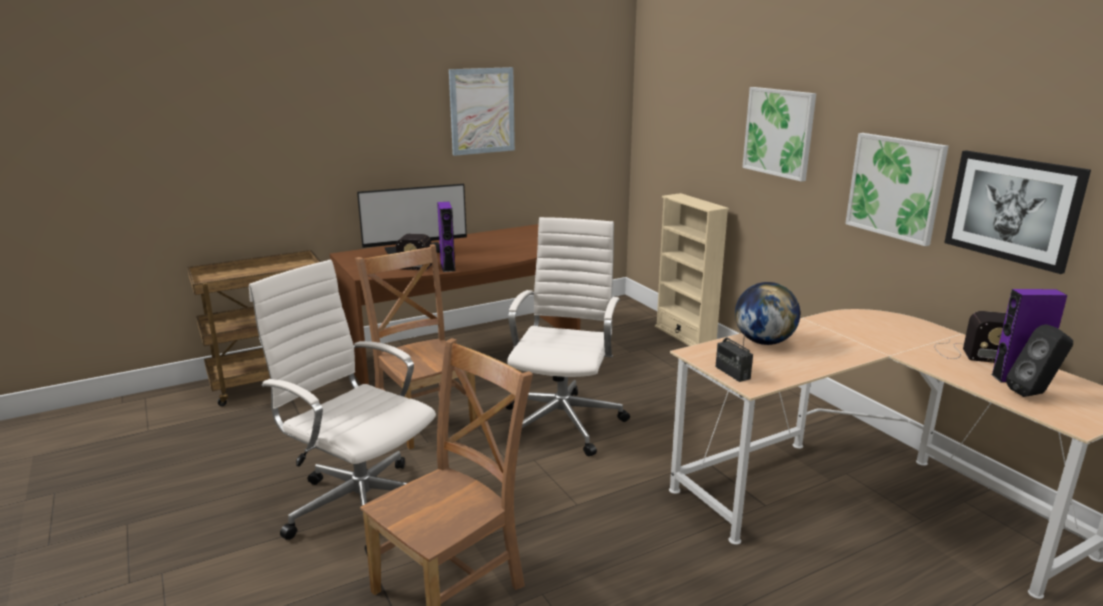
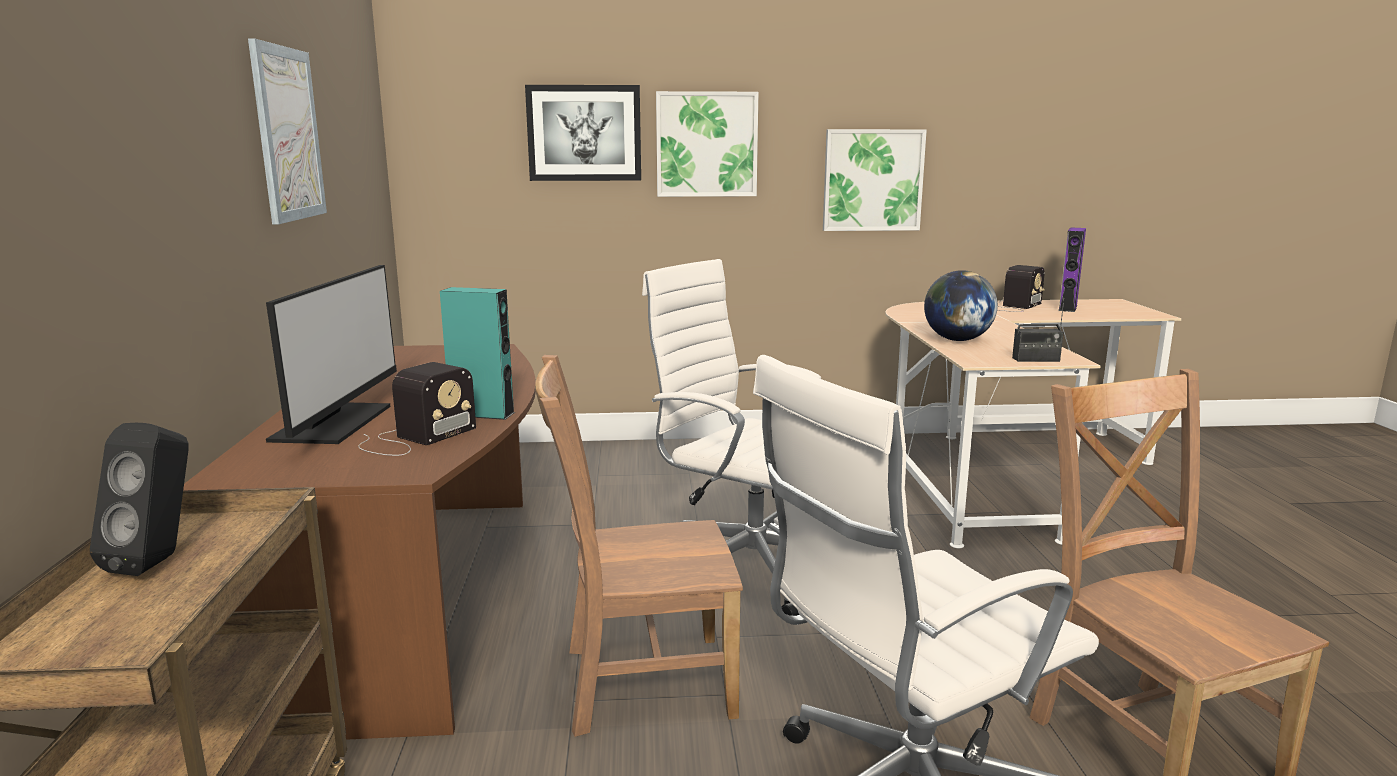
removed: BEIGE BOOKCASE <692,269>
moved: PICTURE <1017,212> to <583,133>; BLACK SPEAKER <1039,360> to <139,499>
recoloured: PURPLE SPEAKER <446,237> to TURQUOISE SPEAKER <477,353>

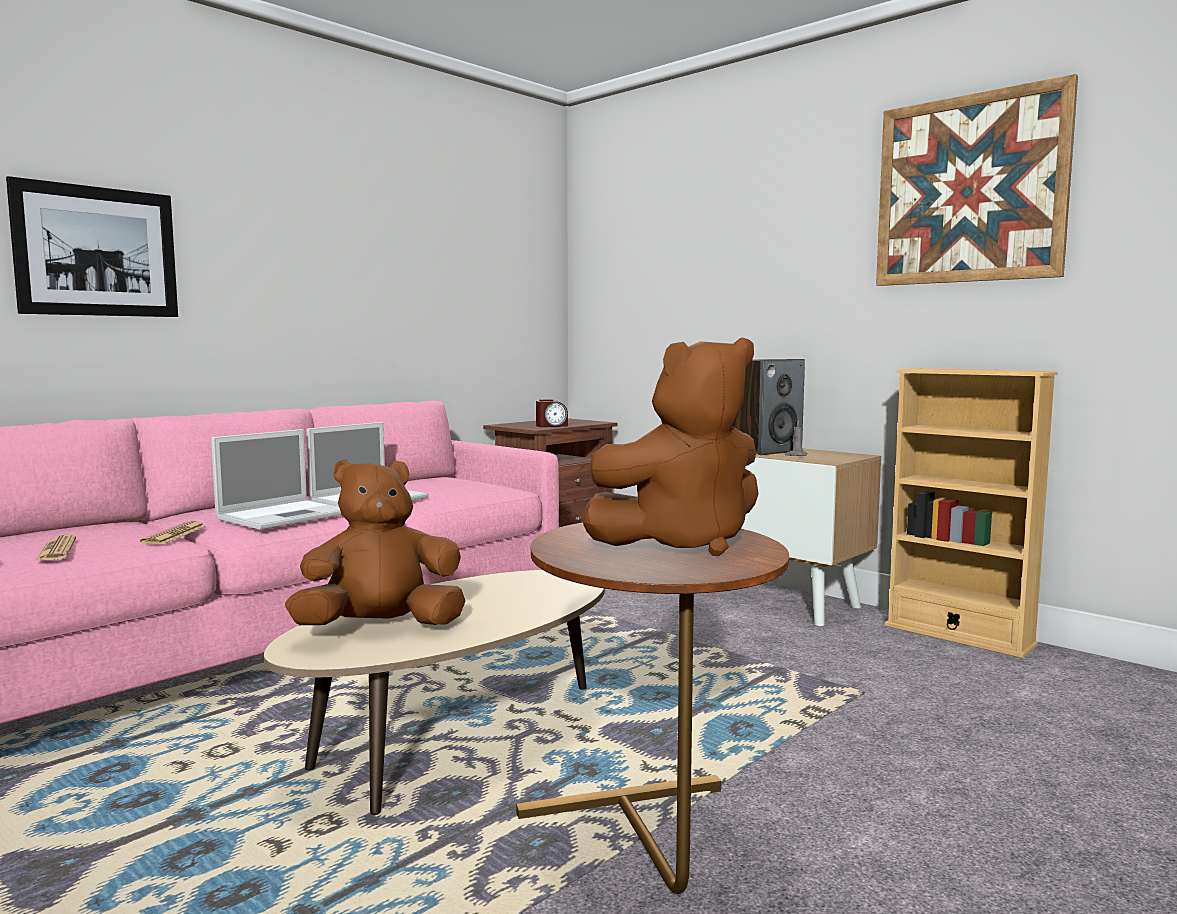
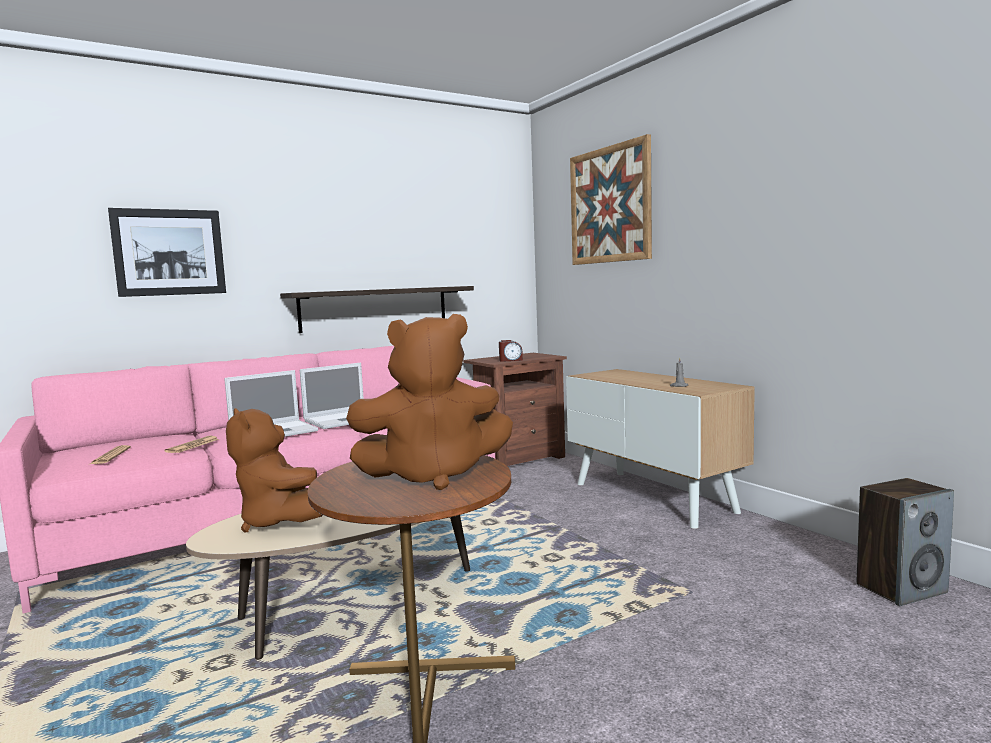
removed: BEIGE BOOKCASE <971,513>
added: SHELF <377,309>
moved: SPEAKER <768,407> to <905,542>; PICTURE <977,180> to <611,199>
turned: BROWN PLUSH TOY <375,542> = <274,470> 120 degrees counterclockwise

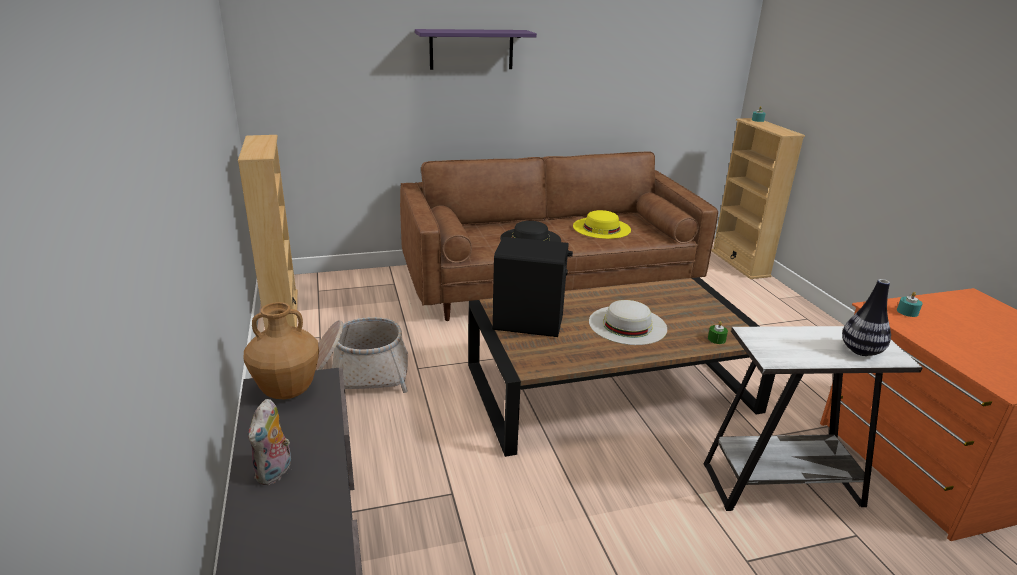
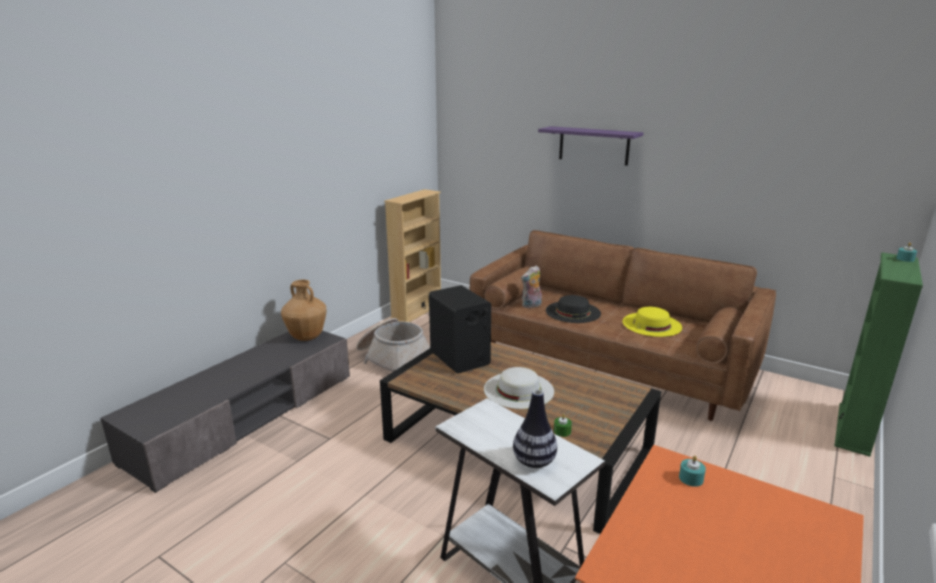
moved: PLUSH TOY <269,442> to <531,286>
recoloured: BEIGE BOOKCASE <758,198> to GREEN BOOKCASE <878,355>

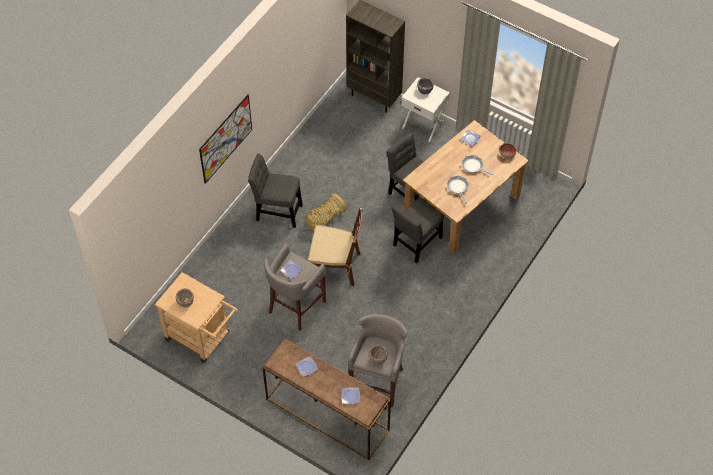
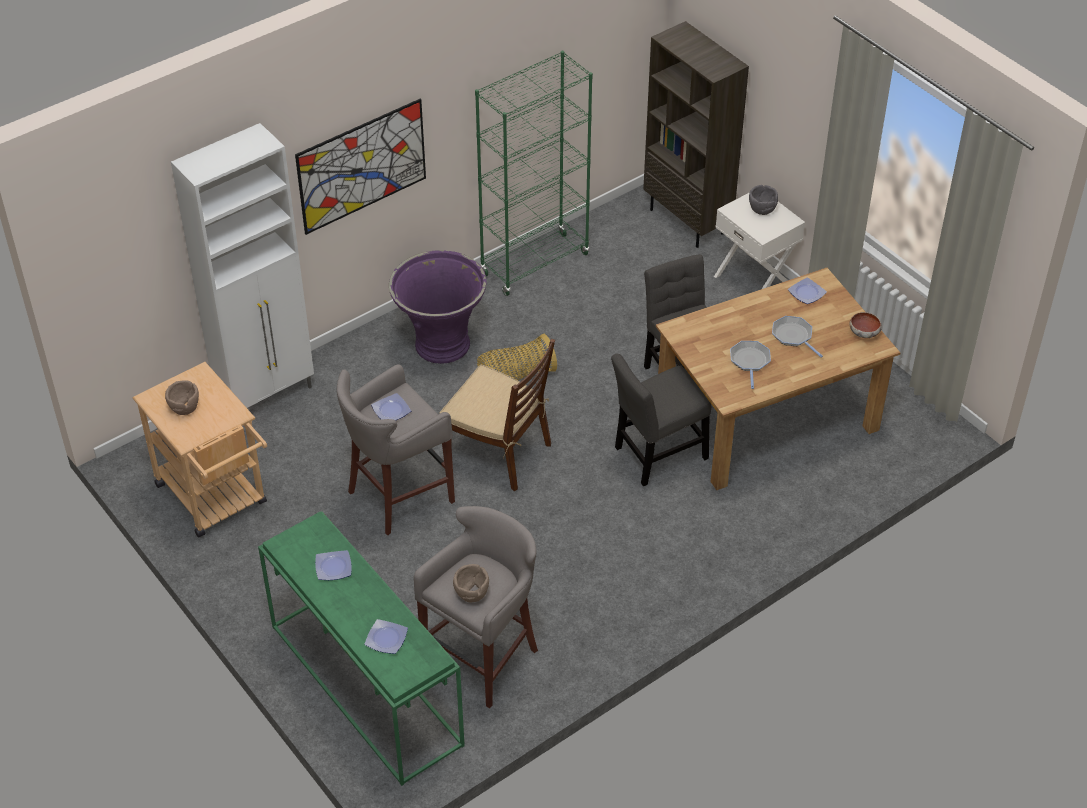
added: WHITE CABINET <242,265>; GREEN BOOKCASE <534,173>
replaced: GREY CHAIR <275,191> to PURPLE PLANTER <437,307>
recoloured: BROWN CONSOLE TABLE <326,399> to GREEN CONSOLE TABLE <361,648>

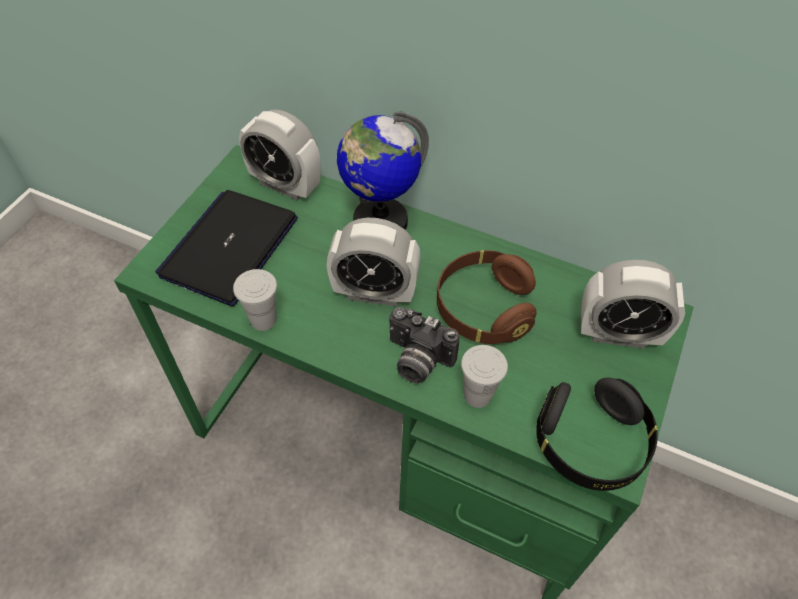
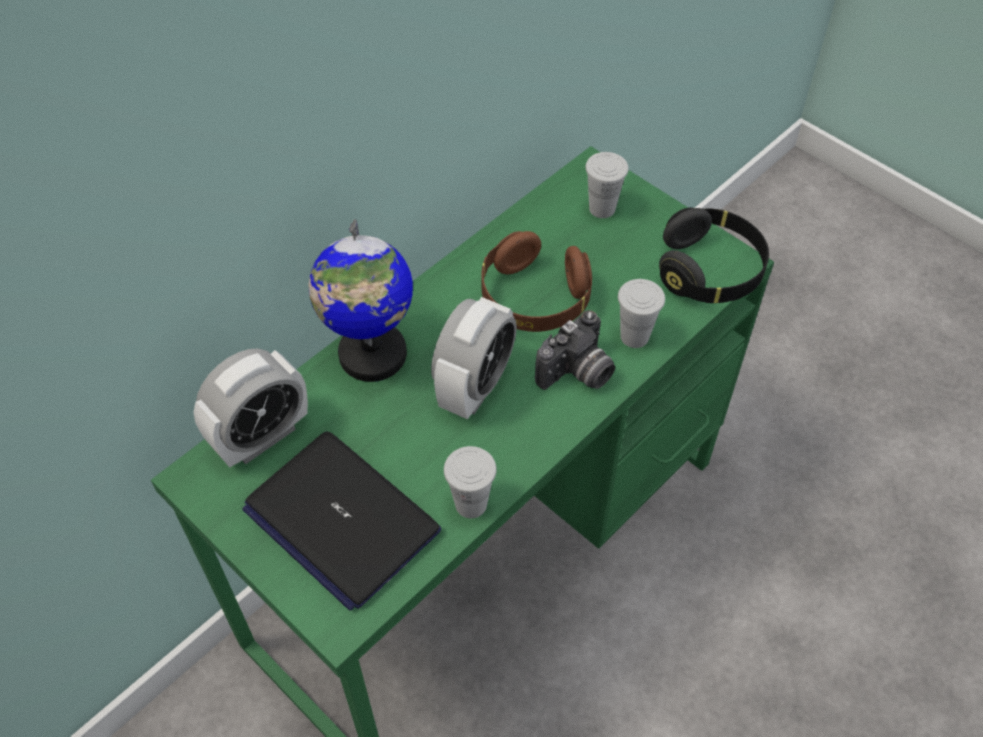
replaced: ALARM CLOCK <633,304> to WHITE CUP <607,185>

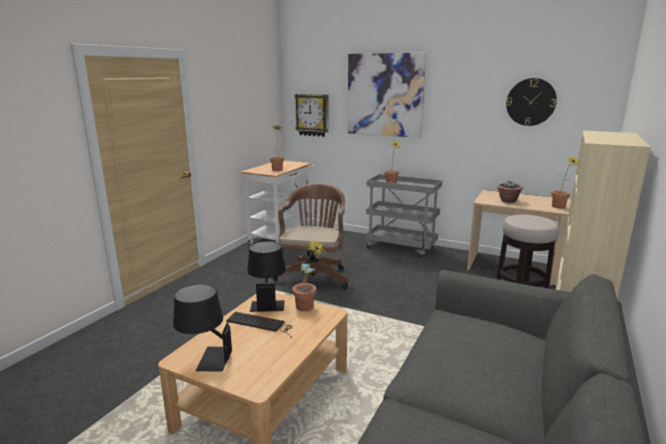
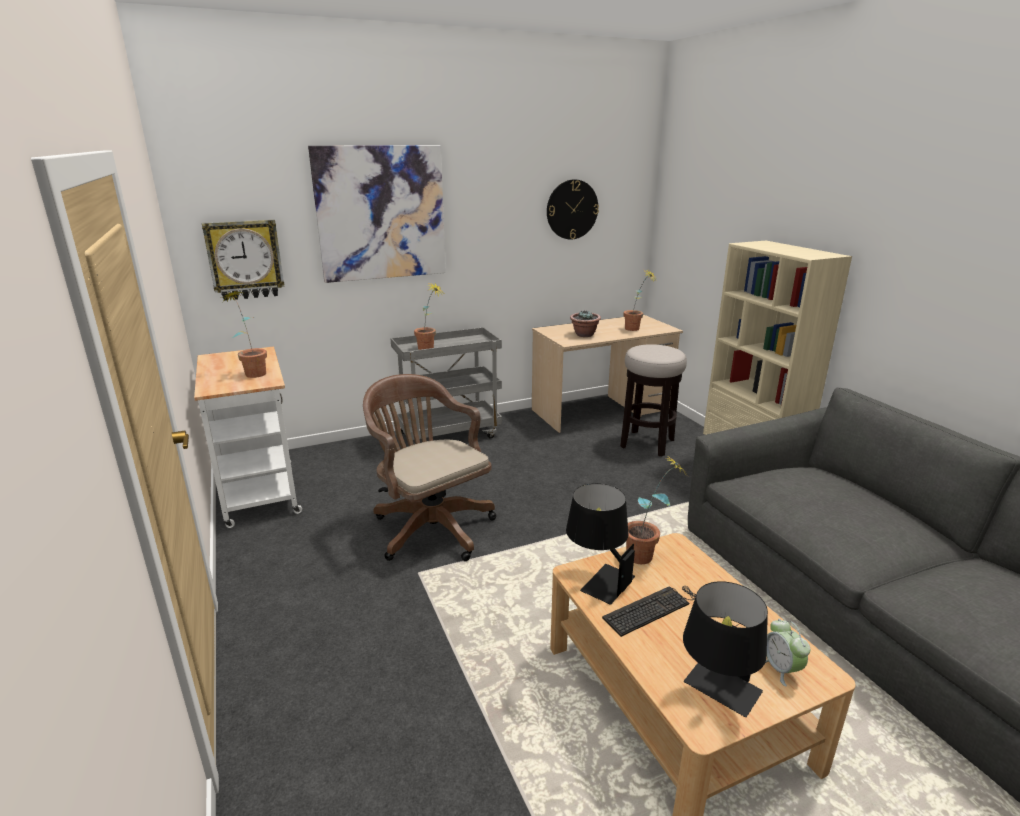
added: ALARM CLOCK <787,653>

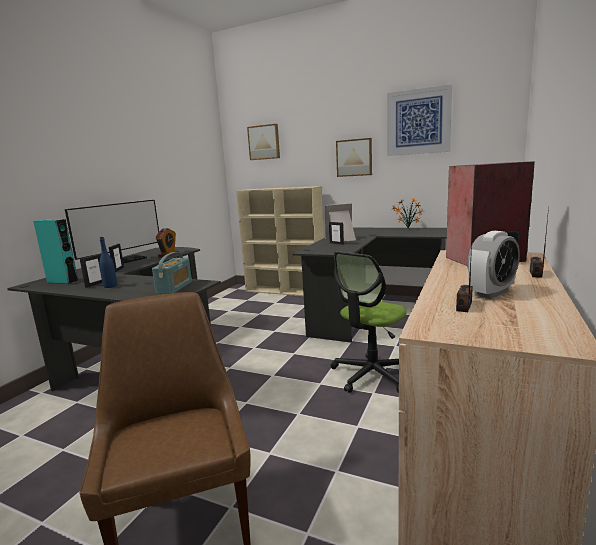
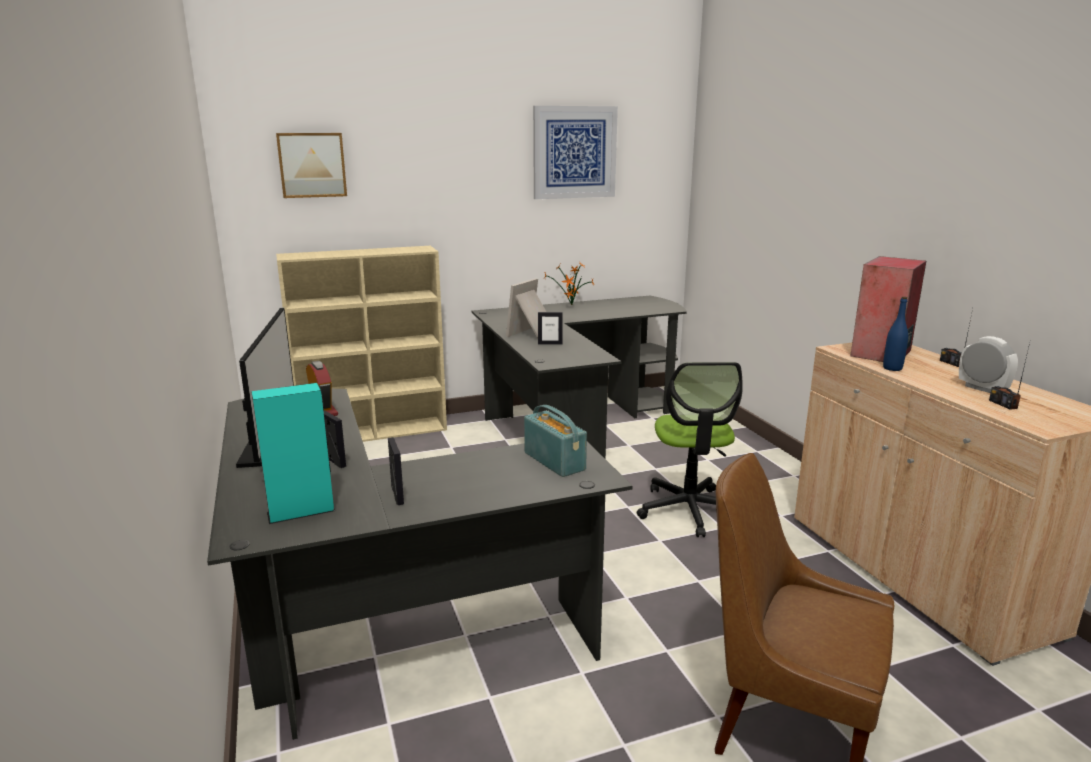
removed: PICTURE <354,157>
moved: BLUE BOTTLE <108,262> to <895,334>
turned: ALARM CLOCK <493,265> = <988,364> 45 degrees counterclockwise

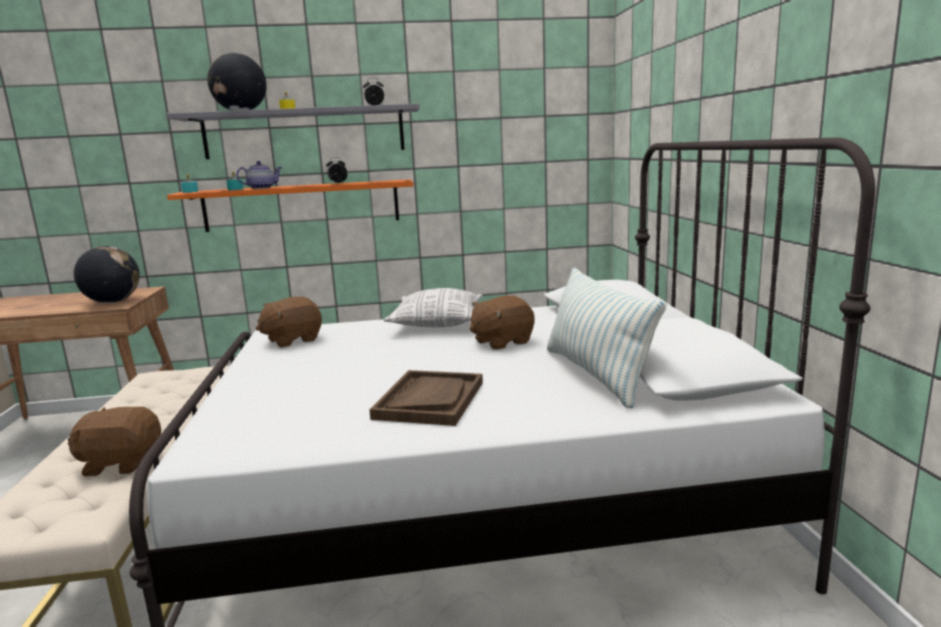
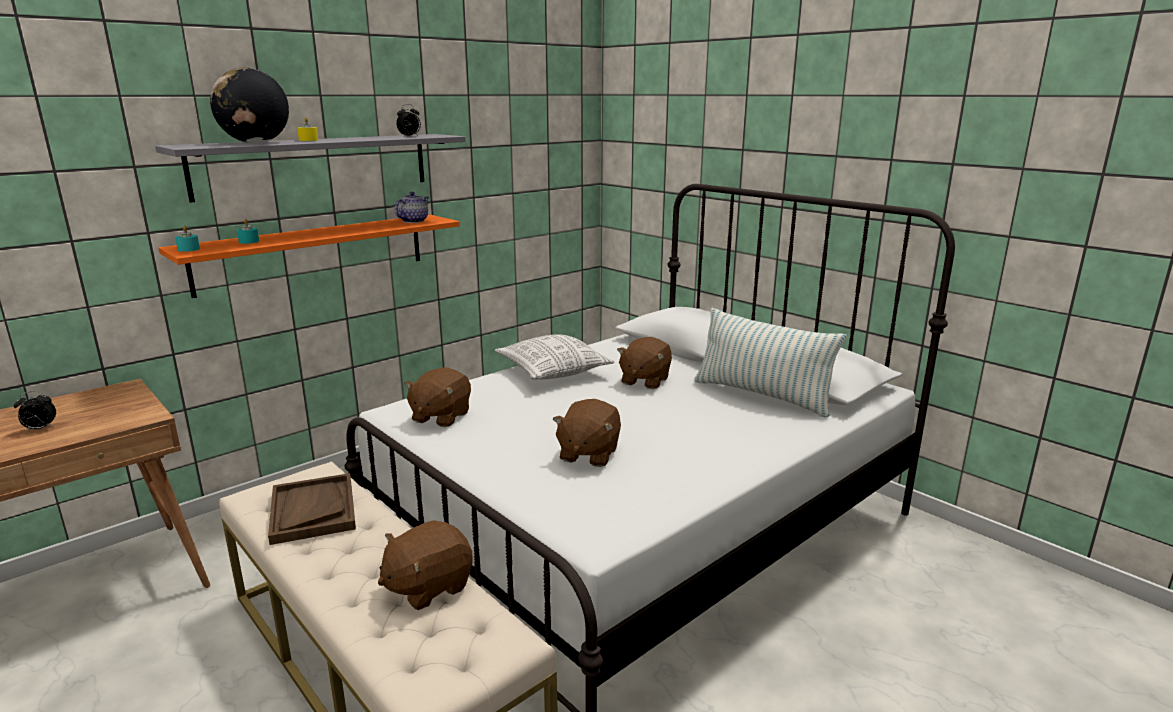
removed: GLOBE <107,274>
added: BROWN PLUSH TOY <587,433>
moved: TEAPOT <259,175> to <412,207>; ALARM CLOCK <337,170> to <35,411>; BROWN TRAY <426,398> to <312,509>

